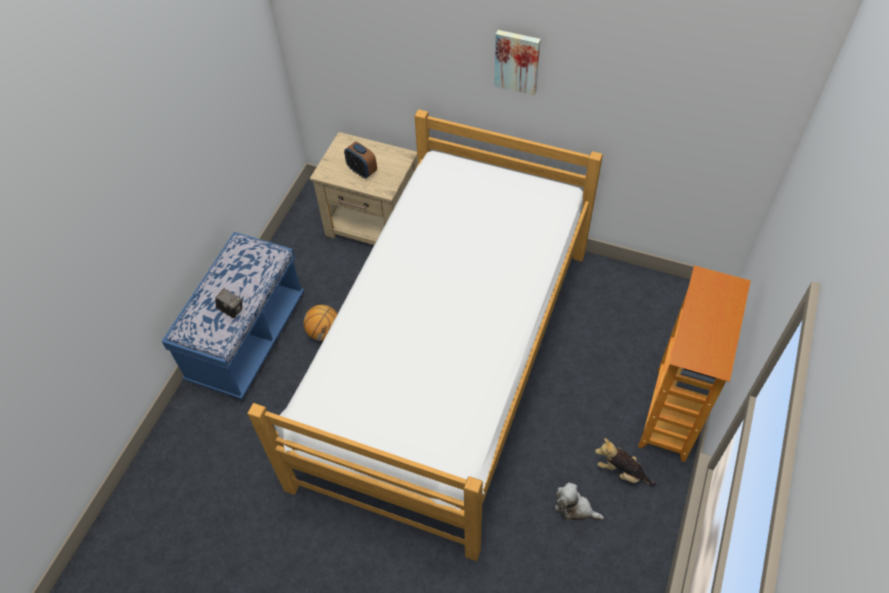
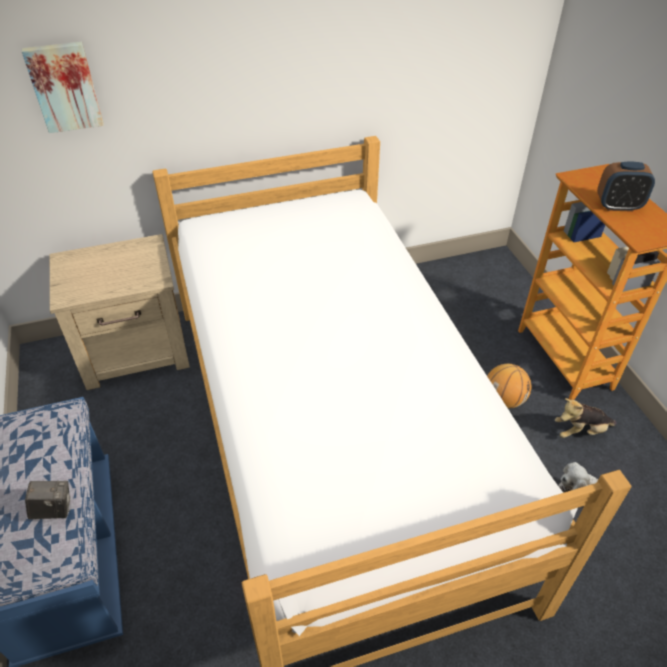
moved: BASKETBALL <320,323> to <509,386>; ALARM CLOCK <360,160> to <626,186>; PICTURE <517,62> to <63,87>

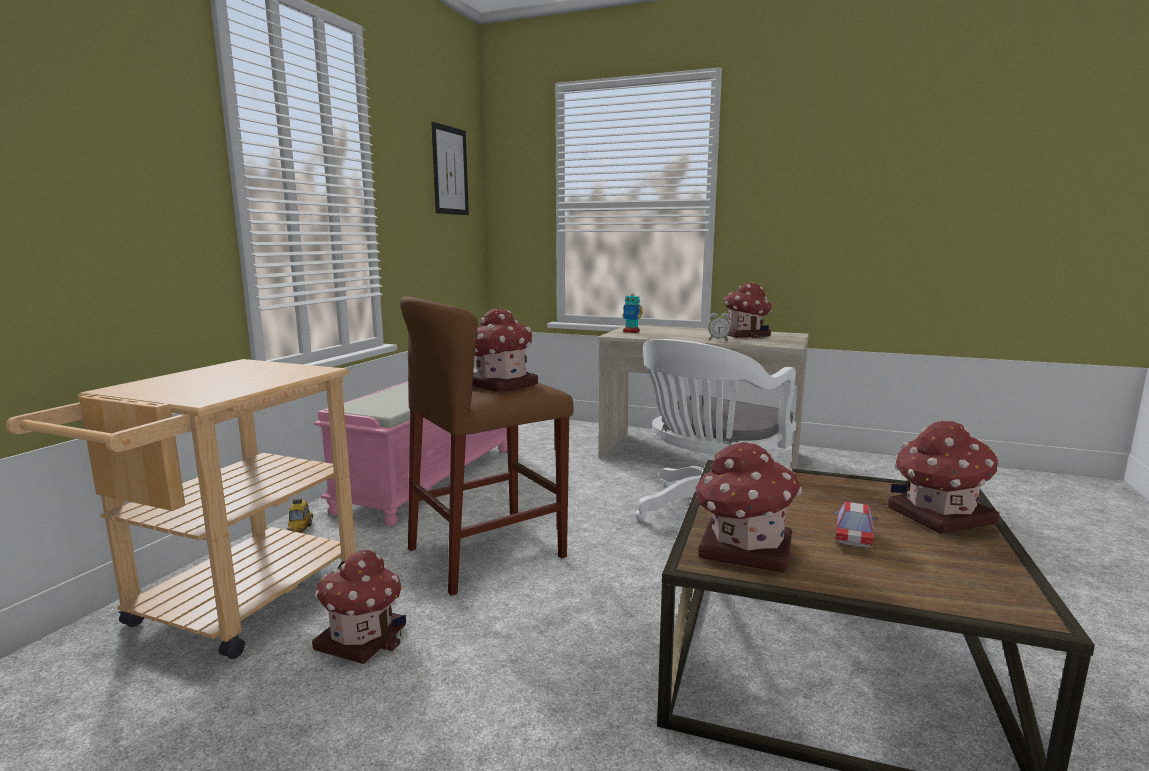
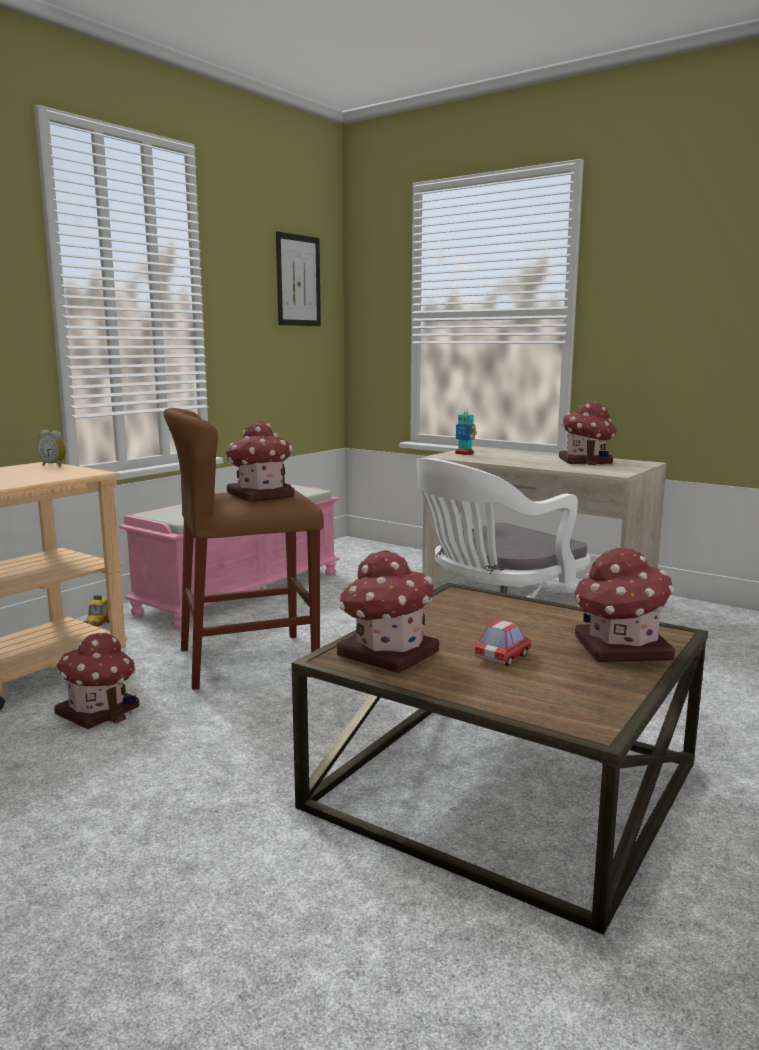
moved: ALARM CLOCK <719,327> to <51,448>

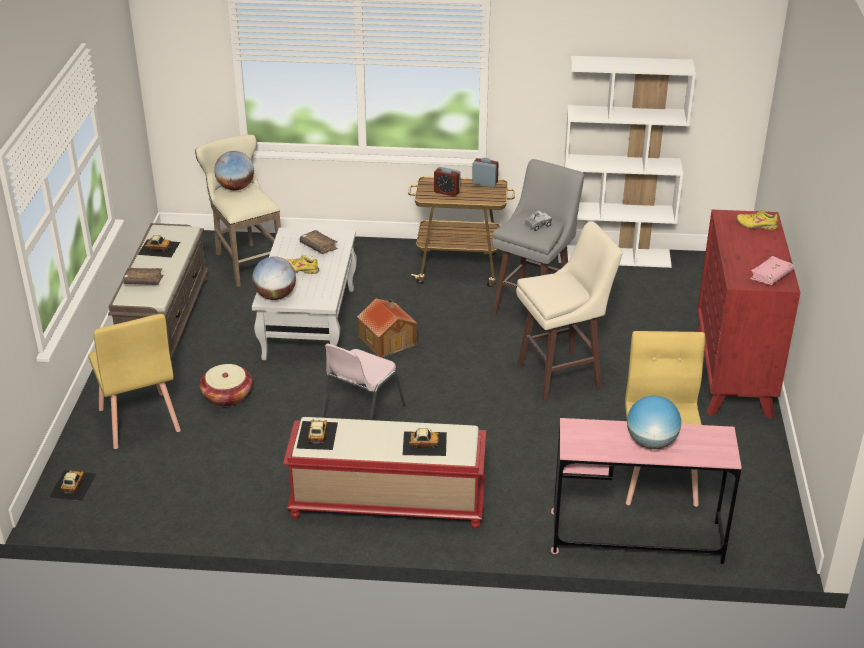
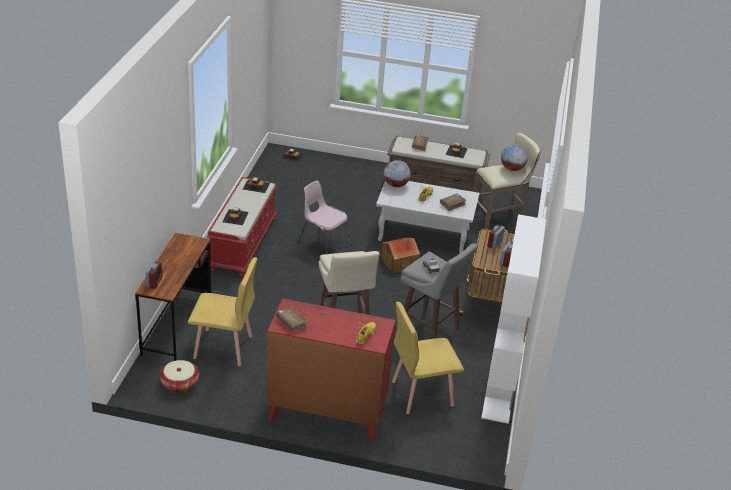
removed: GLOBE <654,422>
added: ALARM CLOCK <153,275>
moved: YELLOW CHAIR <134,381> to <428,358>; BASKET <226,385> to <179,376>
recoloured: PINK DESK <646,491> to BROWN DESK <173,297>; PINK BOOK <772,270> to BROWN BOOK <292,319>

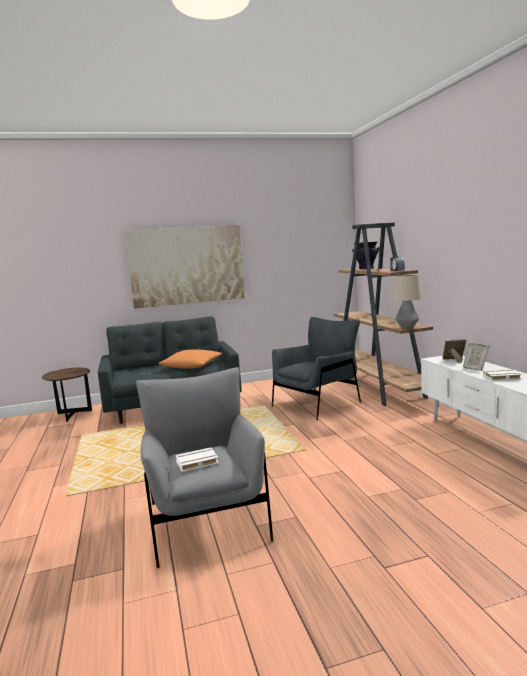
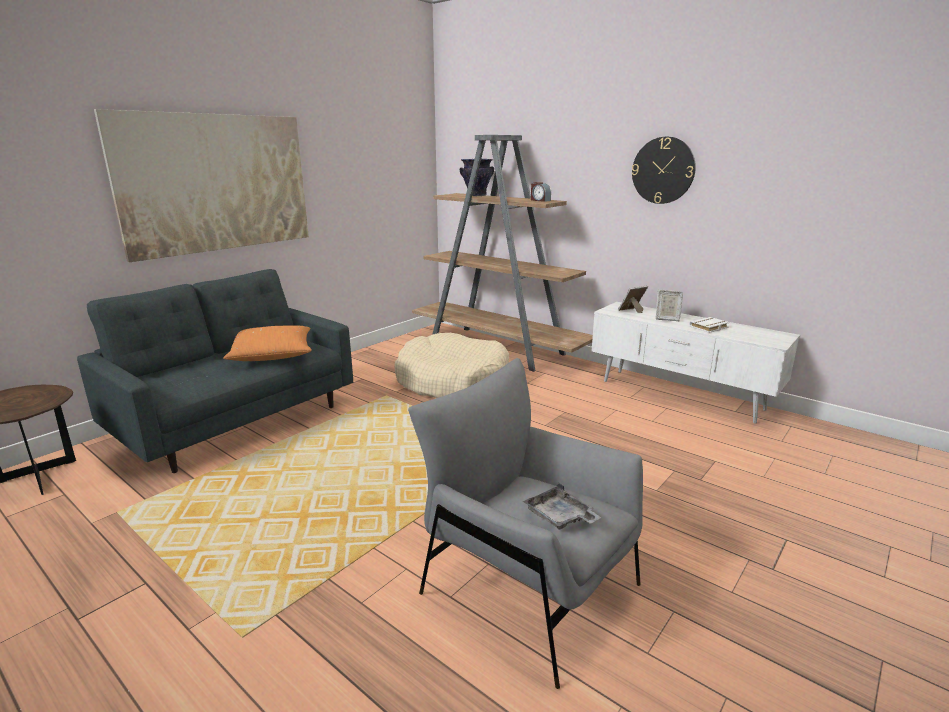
removed: TABLE LAMP <407,301>
added: WALL CLOCK <664,170>
replaced: WHITE BOOK <197,460> to GREY TRAY <562,505>; GREY ARMCHAIR <316,368> to BEIGE DOG BED <451,365>

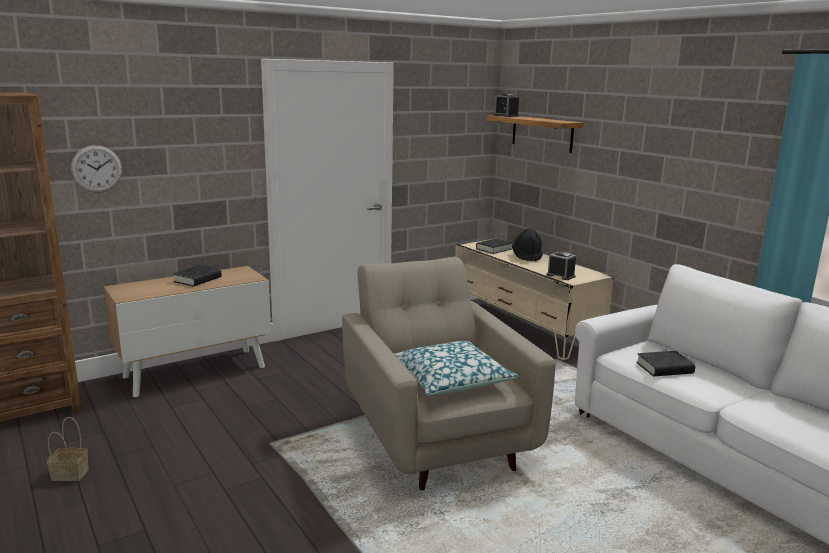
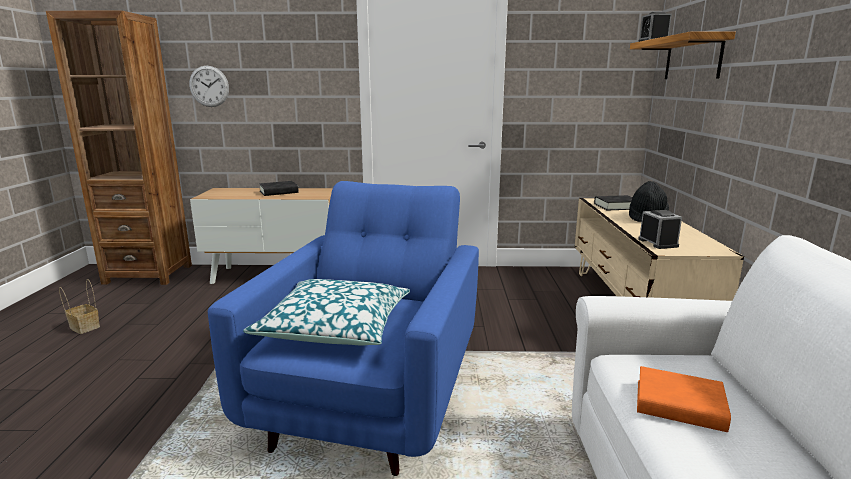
recoloured: BEIGE ARMCHAIR <449,373> to BLUE ARMCHAIR <343,328>; BLACK BOOK <665,363> to ORANGE BOOK <684,399>

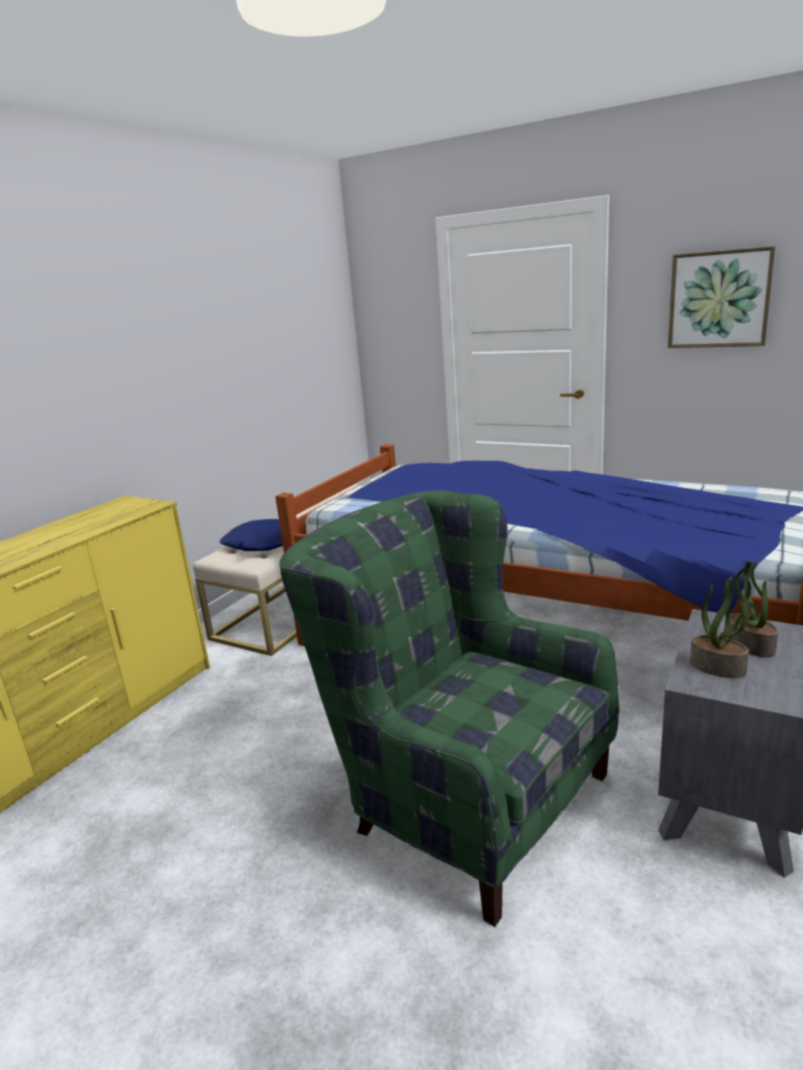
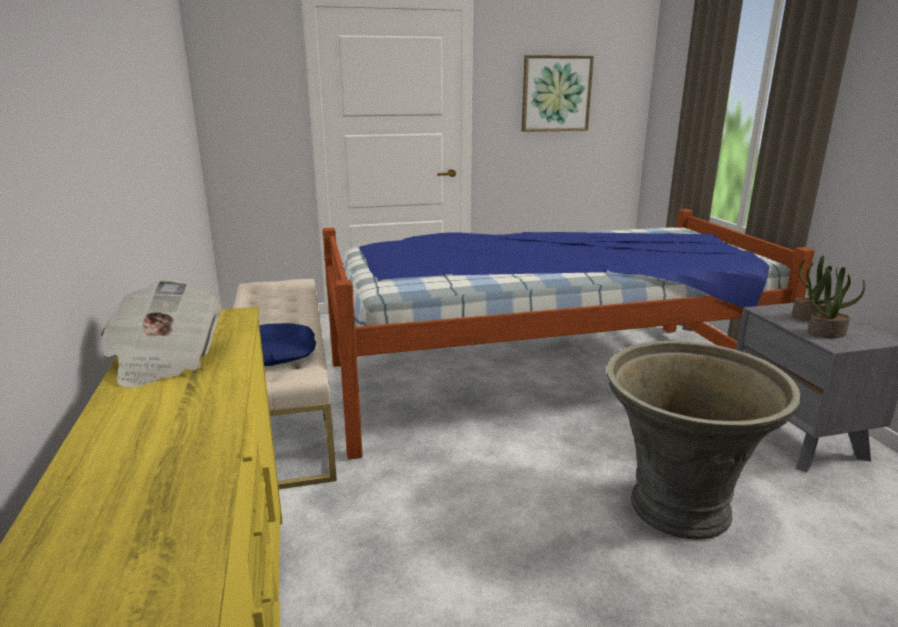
added: NEWSPAPER <161,333>
replaced: GREEN ARMCHAIR <449,709> to GREY PLANTER <704,440>

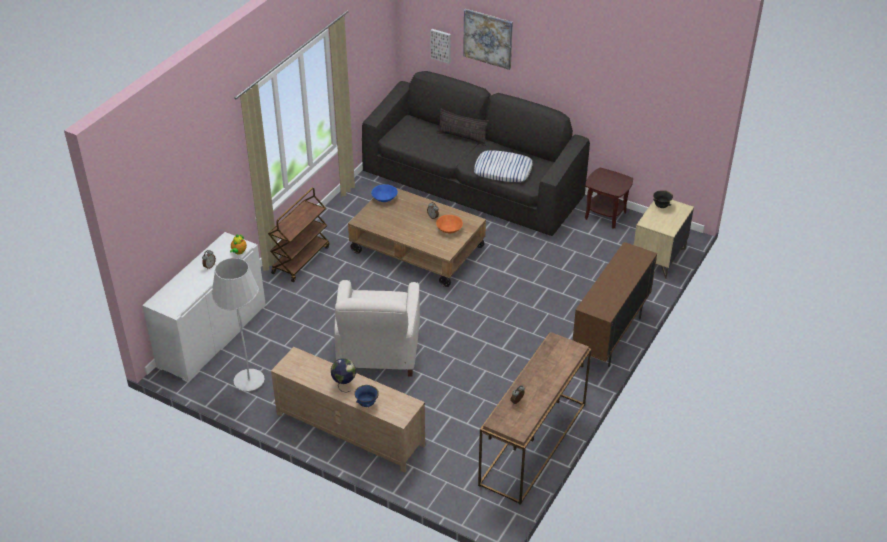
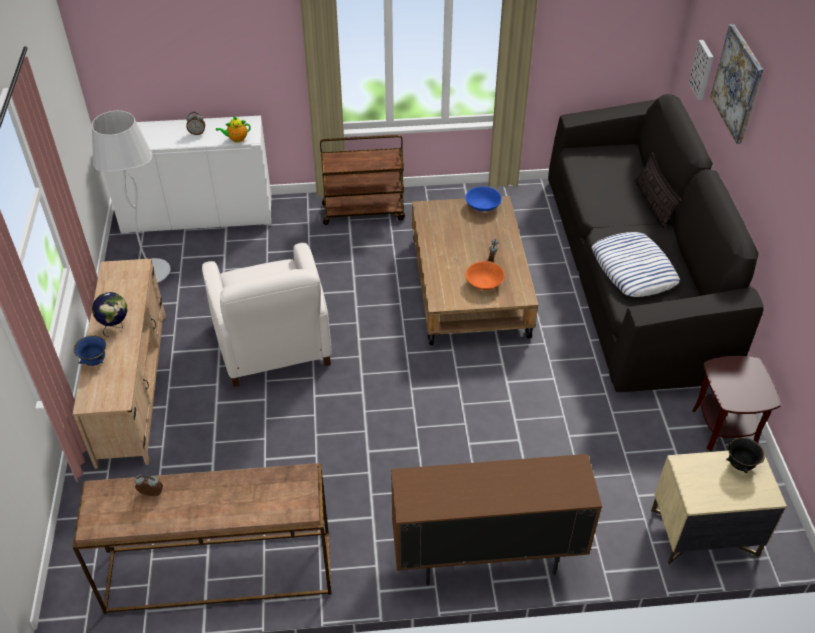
turned: WHITE ARMCHAIR <377,328> = <267,315> 75 degrees counterclockwise

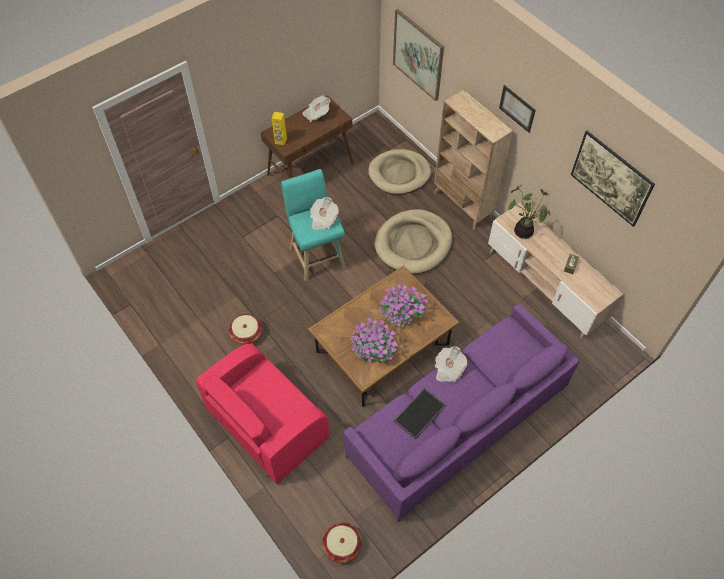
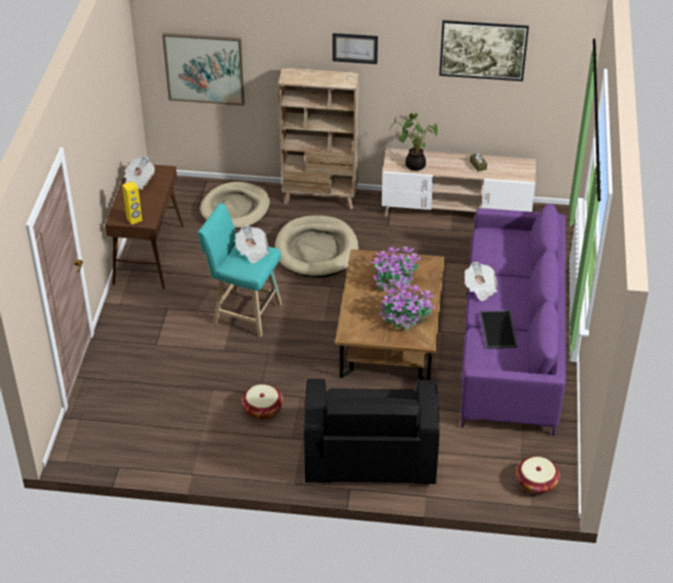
recoloured: PINK ARMCHAIR <263,414> to BLACK ARMCHAIR <372,431>

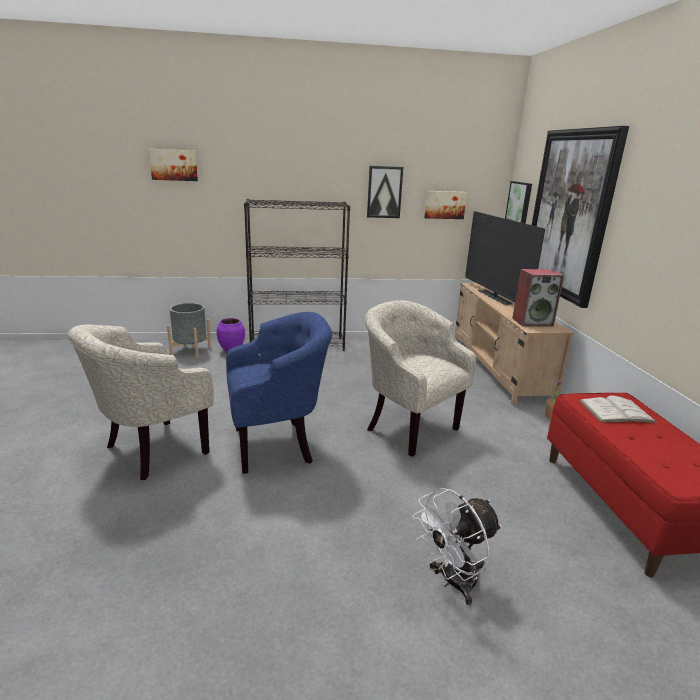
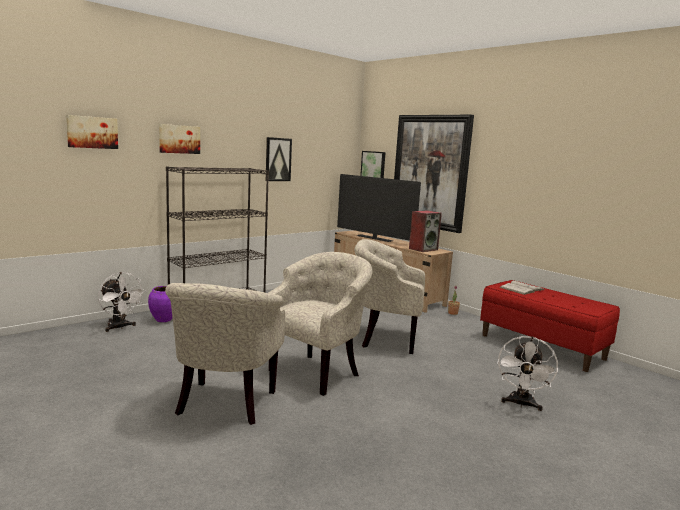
moved: PICTURE <445,205> to <179,139>
replaced: GREY PLANTER <189,330> to WHITE FAN <122,302>
recoloured: BLUE ARMCHAIR <279,393> to BEIGE ARMCHAIR <320,324>

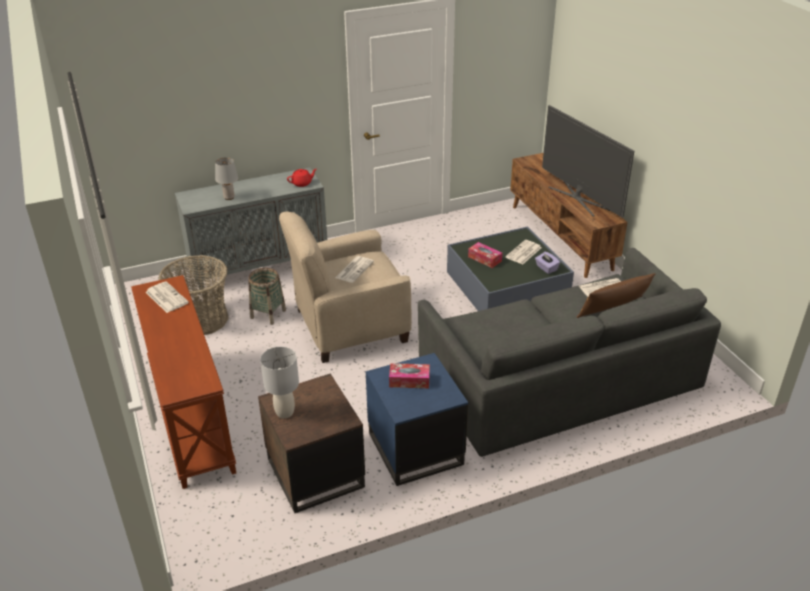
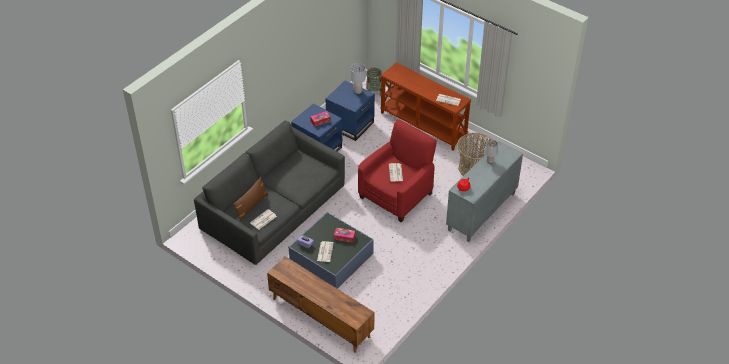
removed: TELEVISION <588,161>
moved: BASKET <267,296> to <374,82>
recoloured: BROWN SIDE TABLE <311,443> to BLUE SIDE TABLE <350,111>; BEIGE ARMCHAIR <345,287> to RED ARMCHAIR <397,171>

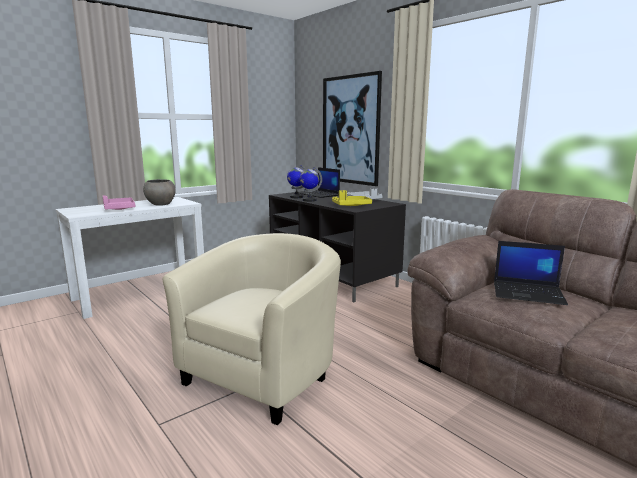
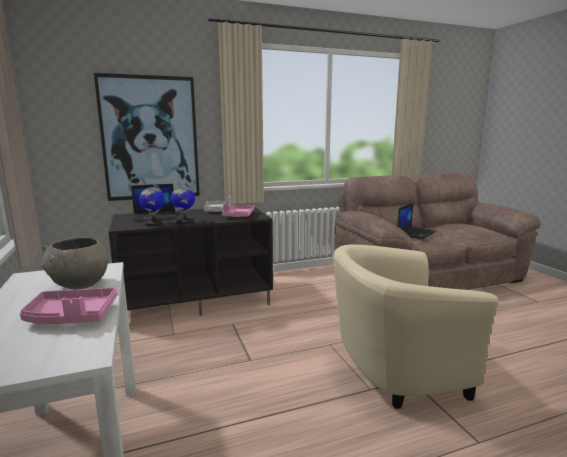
recoloured: YELLOW TRAY <352,198> to PINK TRAY <238,209>
turned: BEIGE ARMCHAIR <251,329> = <415,327> 60 degrees counterclockwise

